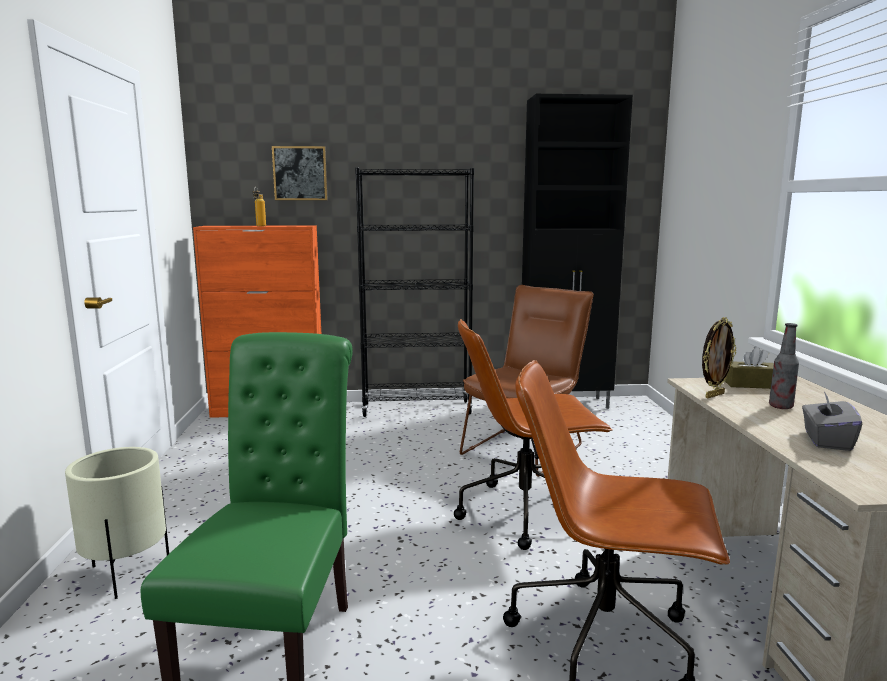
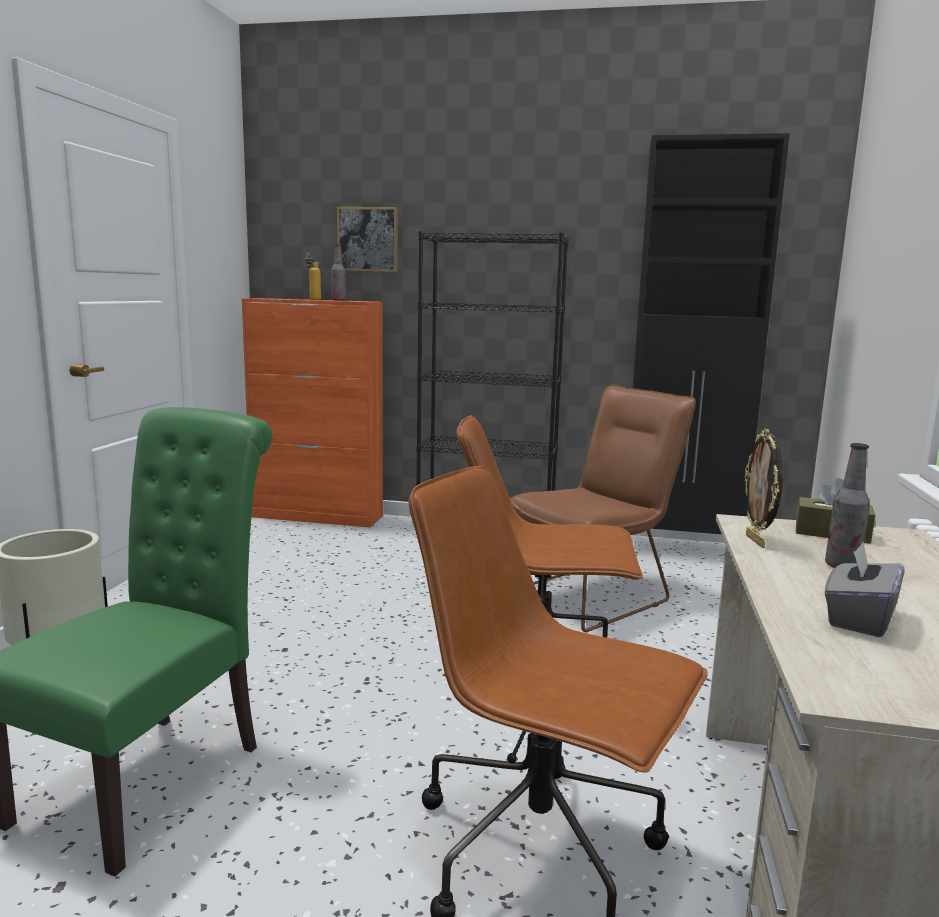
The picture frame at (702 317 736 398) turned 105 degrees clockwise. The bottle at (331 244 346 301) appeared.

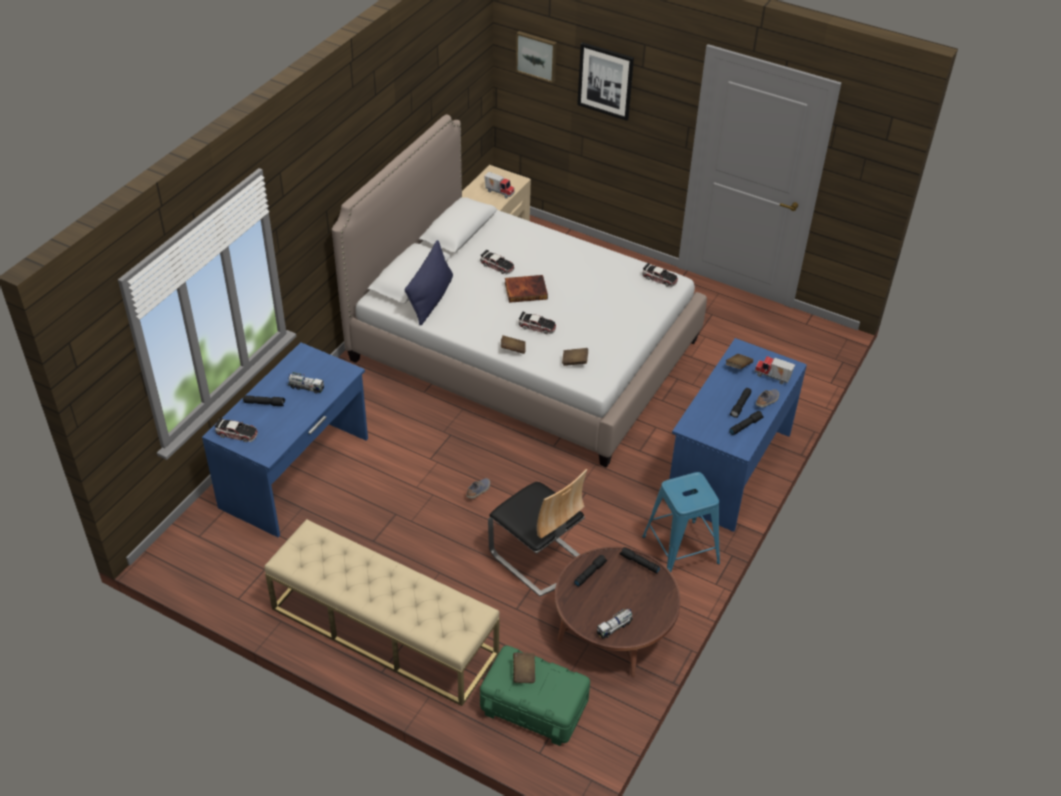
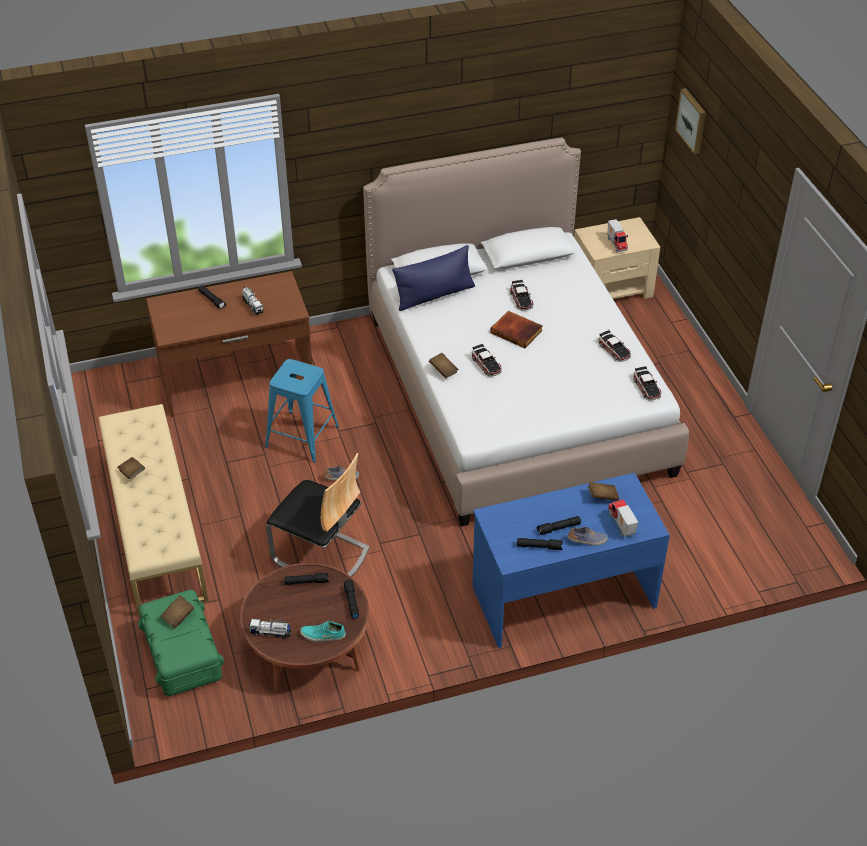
The picture at (577 42 634 121) disappeared. The blue desk at (202 342 368 537) became the brown desk at (146 271 312 417). The brown book moved from (562 348 588 366) to (117 457 145 480). The toy car moved from (215 418 258 442) to (599 330 631 362). The chair at (488 469 587 597) turned 60 degrees counterclockwise. The blue stool moved from (642 472 720 572) to (265 359 339 463). The turquoise shoe at (300 621 346 642) appeared.

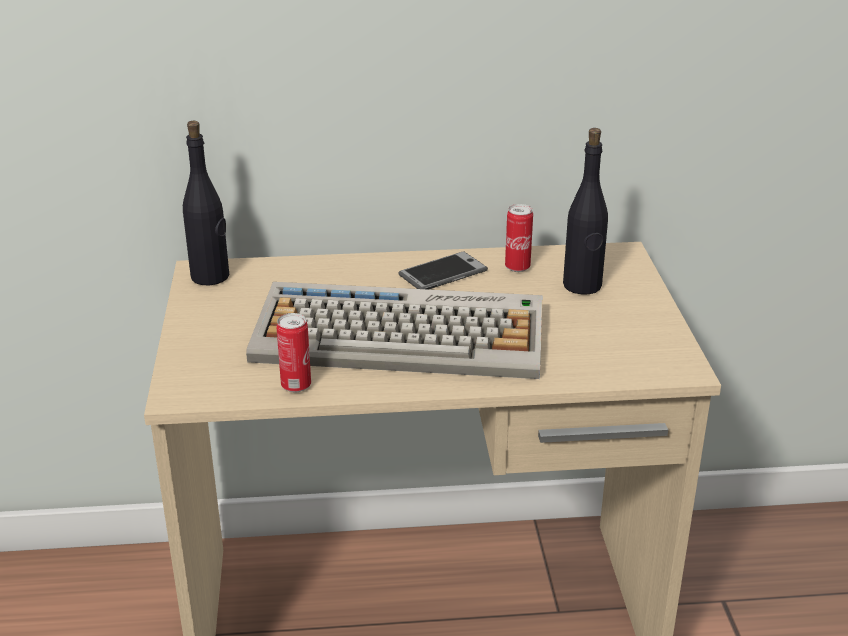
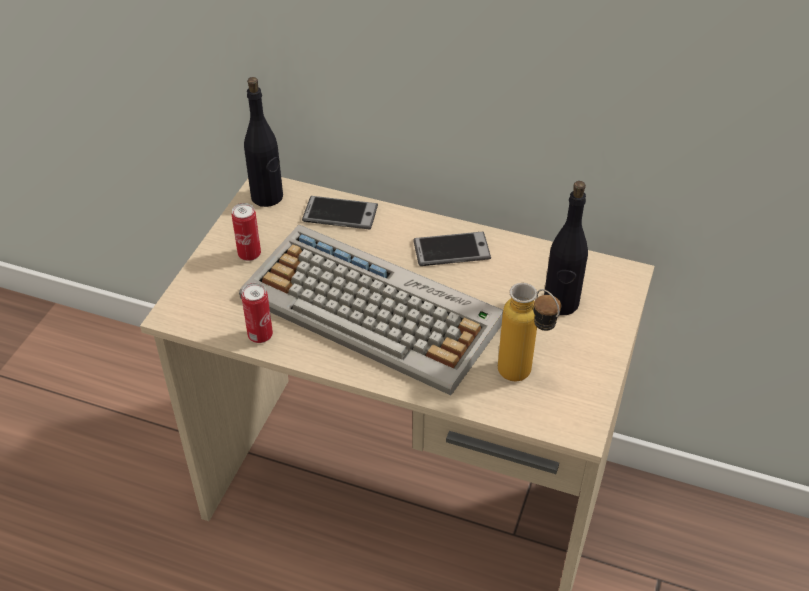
The can moved from (505 204 533 272) to (232 203 261 261). The phone at (302 196 378 230) appeared. The bottle at (498 283 561 381) appeared.

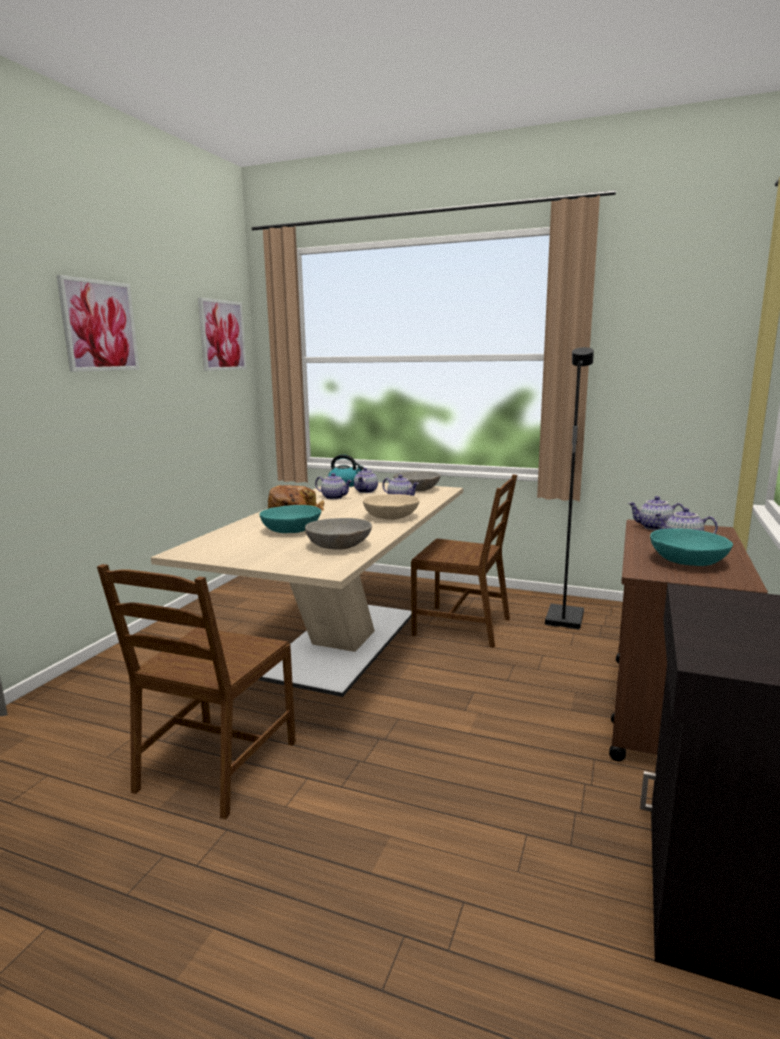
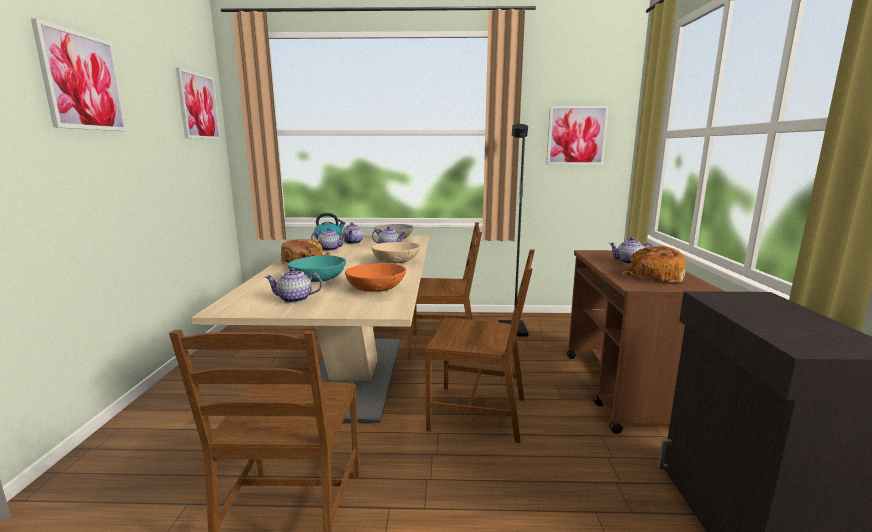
The teapot moved from (628 496 684 530) to (265 268 322 303). The grey bowl at (305 518 372 550) became the orange bowl at (345 263 406 292). The turquoise bowl at (650 528 733 566) was replaced by the bread at (623 246 686 282). The picture at (546 106 609 165) appeared. The brown chair at (425 249 535 443) appeared.

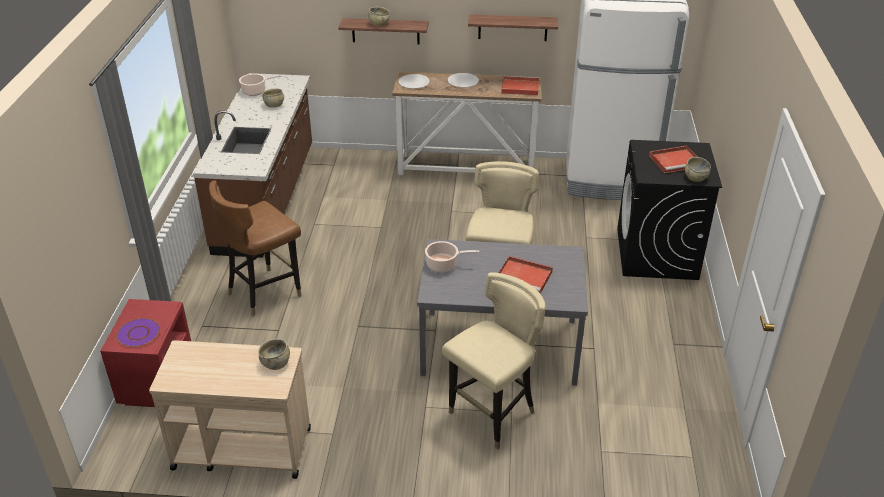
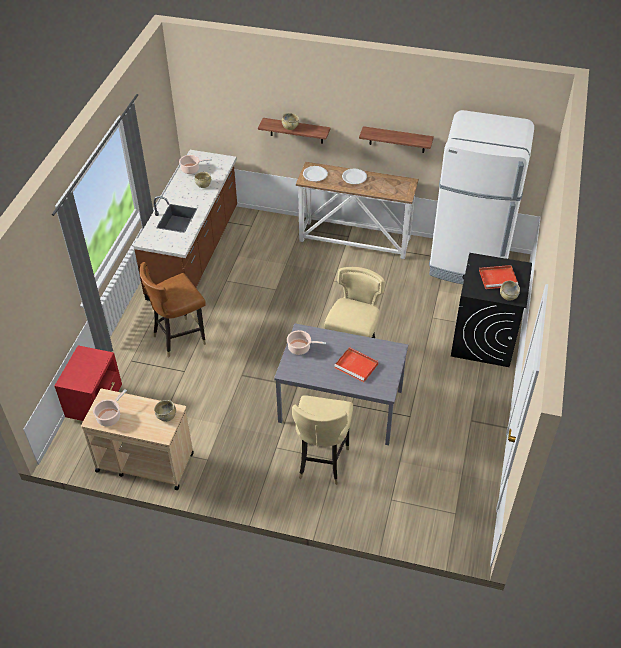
The red tray at (501 76 539 96) disappeared. The beige chair at (442 272 545 450) turned 135 degrees clockwise. The purple plate at (116 318 160 347) disappeared. The cooking pot at (93 389 127 426) appeared.

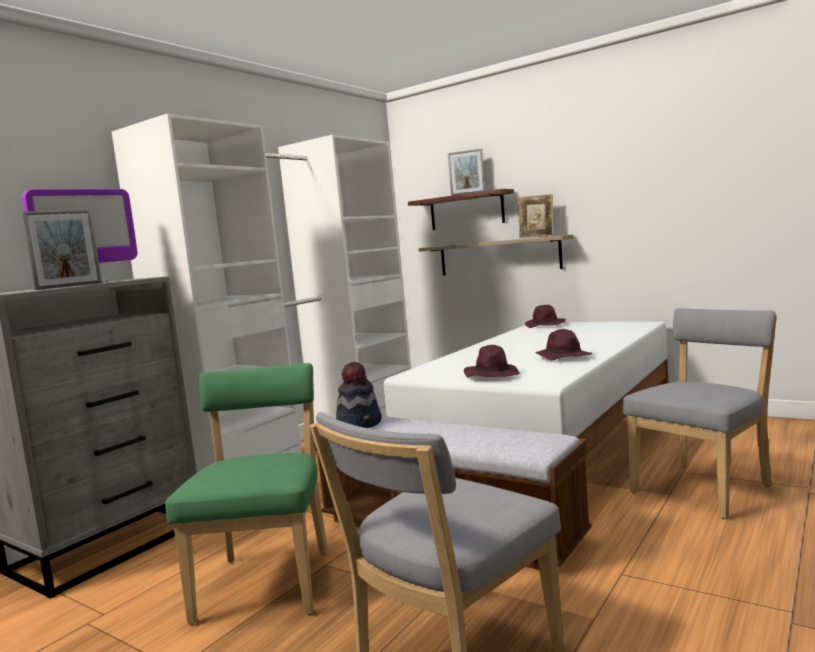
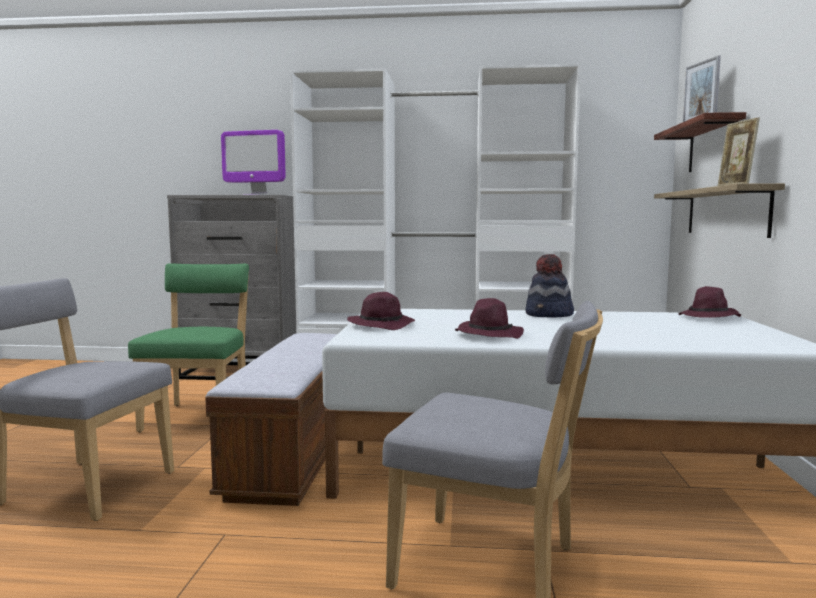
The picture frame at (21 210 102 290) disappeared. The hat moved from (336 362 382 428) to (525 254 574 318). The green chair at (165 363 328 624) turned 60 degrees counterclockwise.

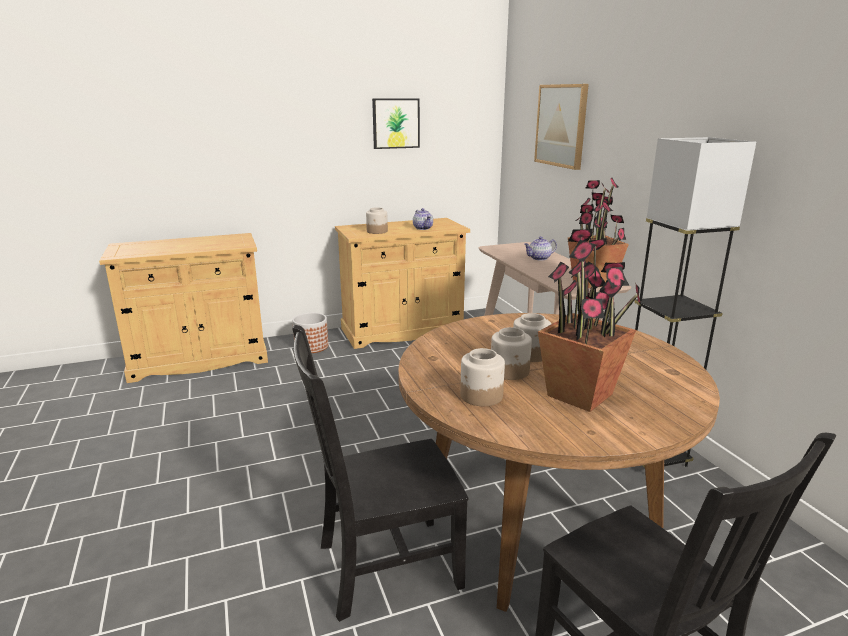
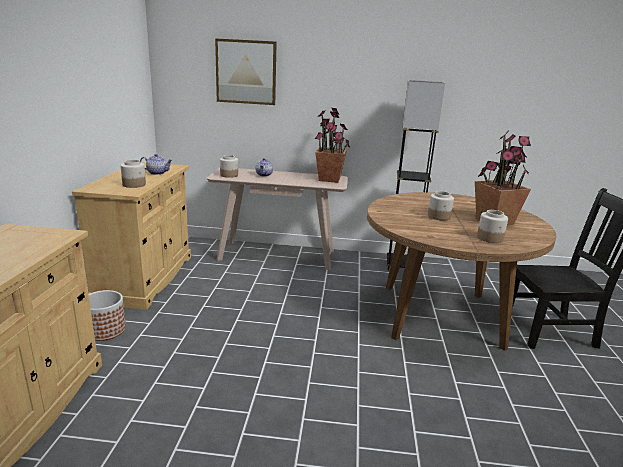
The picture at (372 98 420 149) disappeared. The black chair at (292 325 468 622) disappeared. The jar moved from (491 327 532 380) to (220 155 238 178).

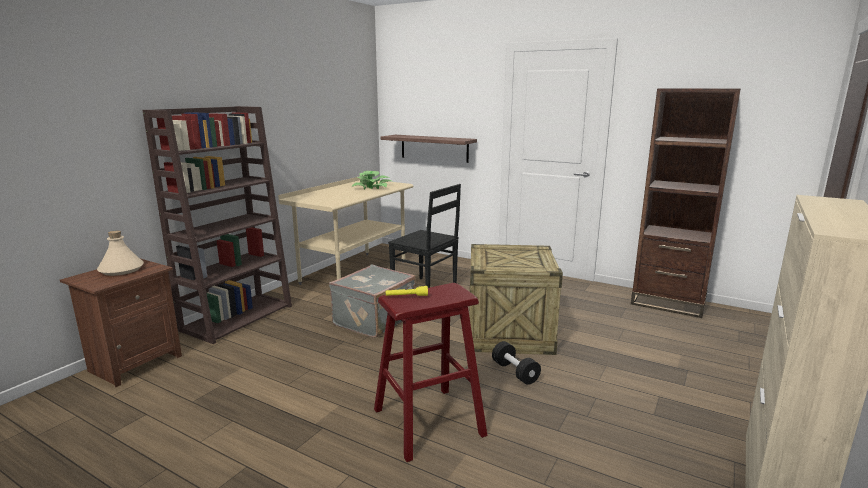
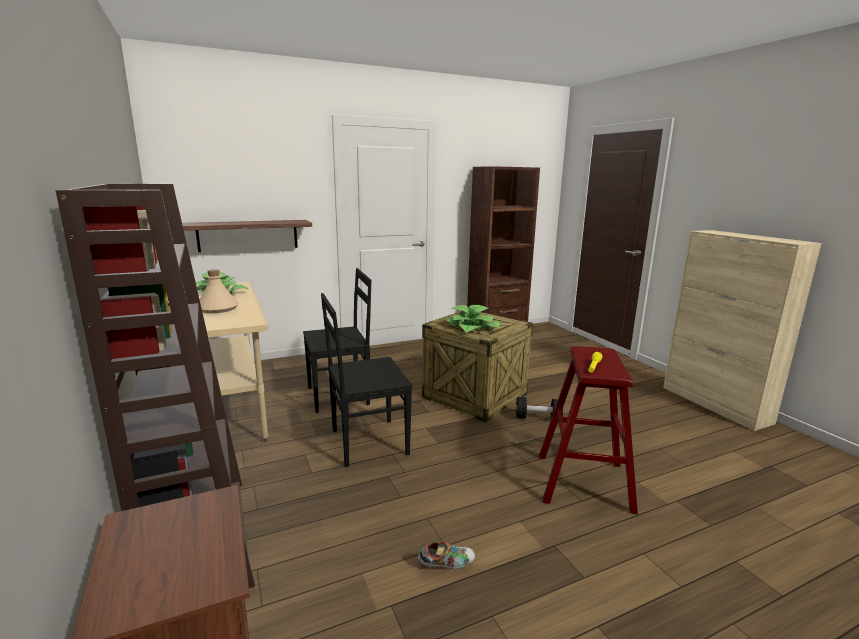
The beige bottle moved from (97 230 144 276) to (200 269 239 313). The grey suitcase at (329 264 416 338) was replaced by the black chair at (321 293 413 467). The potted plant at (446 305 500 333) appeared. The shoe at (418 542 475 569) appeared.

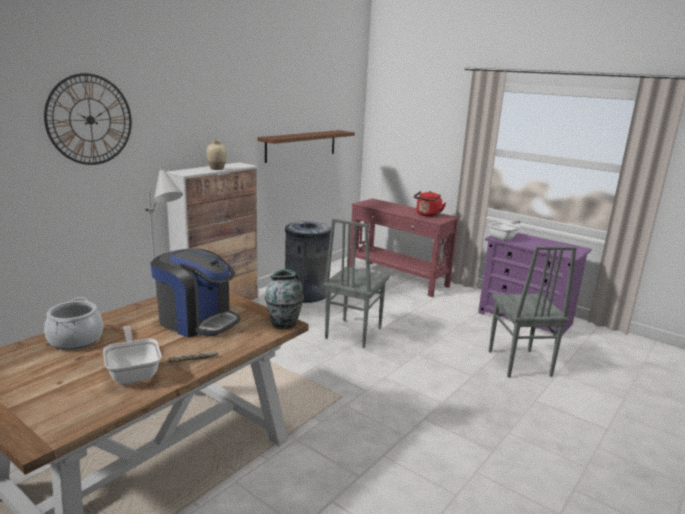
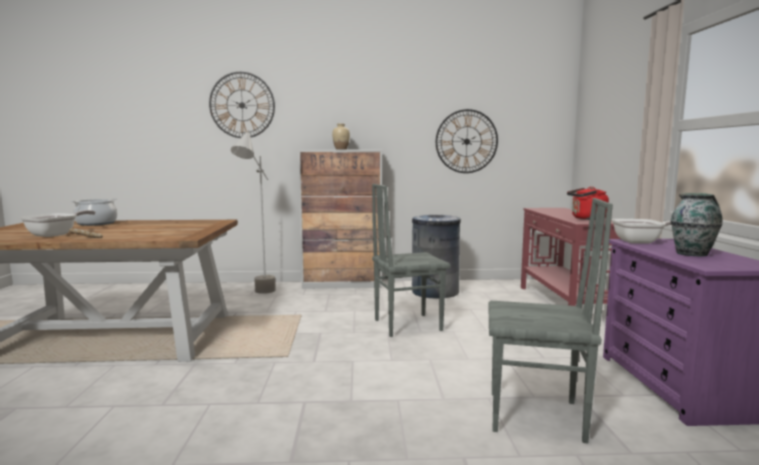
The brown shelf at (257 130 355 163) was replaced by the wall clock at (436 109 498 173). The grey chair at (489 246 577 378) turned 120 degrees counterclockwise. The coffee machine at (150 249 241 338) disappeared. The vase moved from (265 269 304 329) to (670 193 723 256).

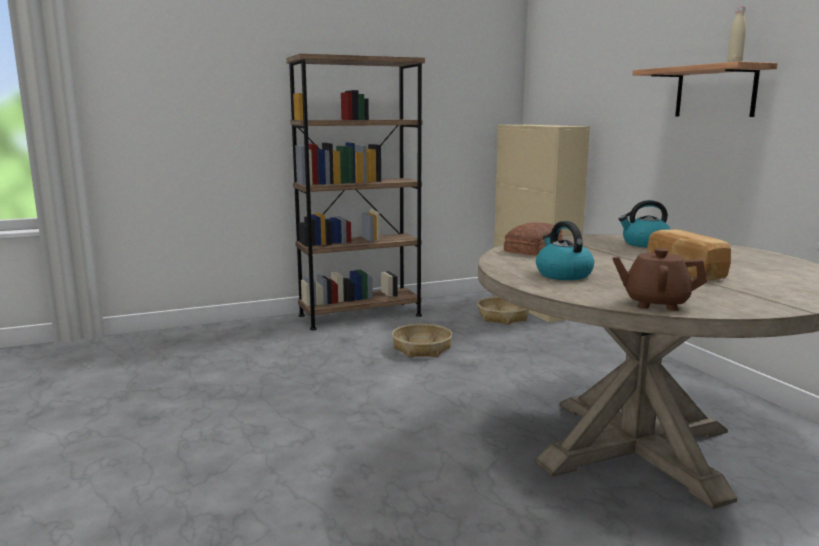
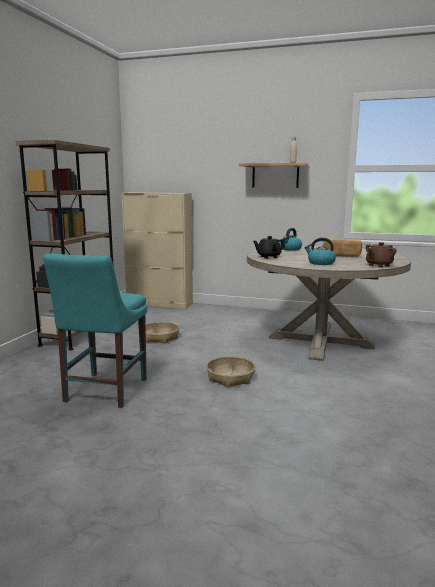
The bread at (504 222 563 256) was replaced by the black teapot at (253 236 285 259). The basket moved from (477 297 529 325) to (206 356 255 388). The turquoise chair at (43 253 147 408) appeared.

